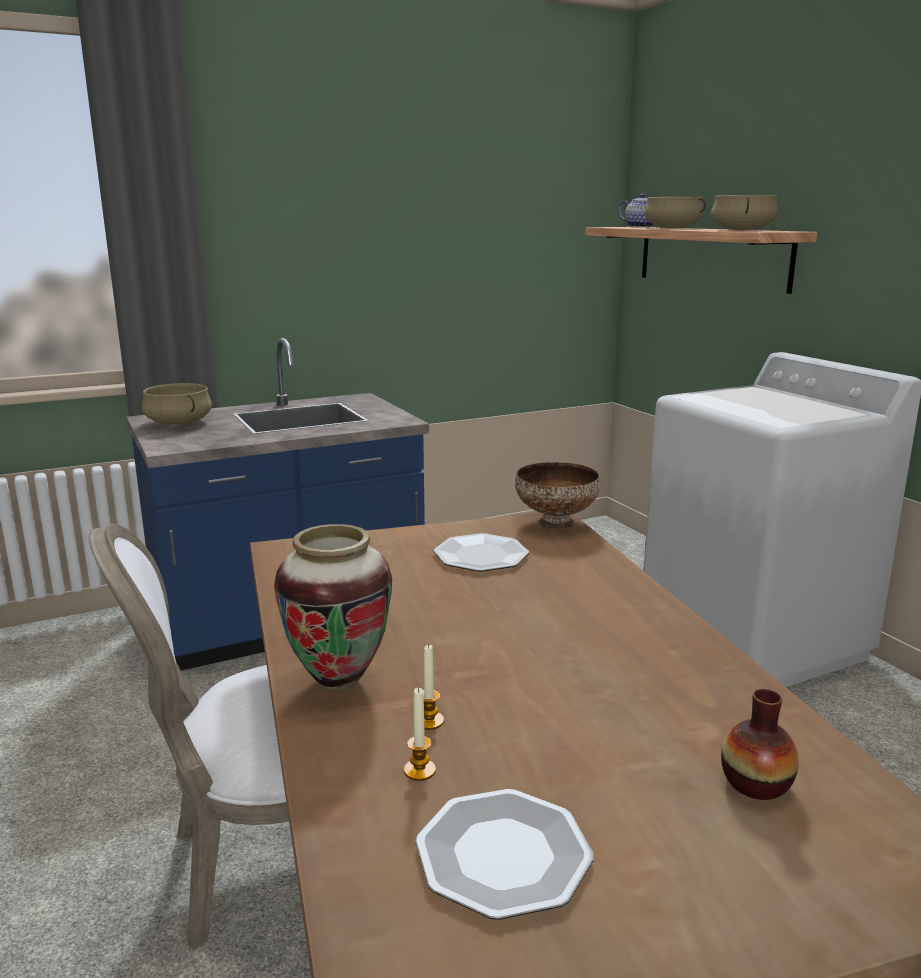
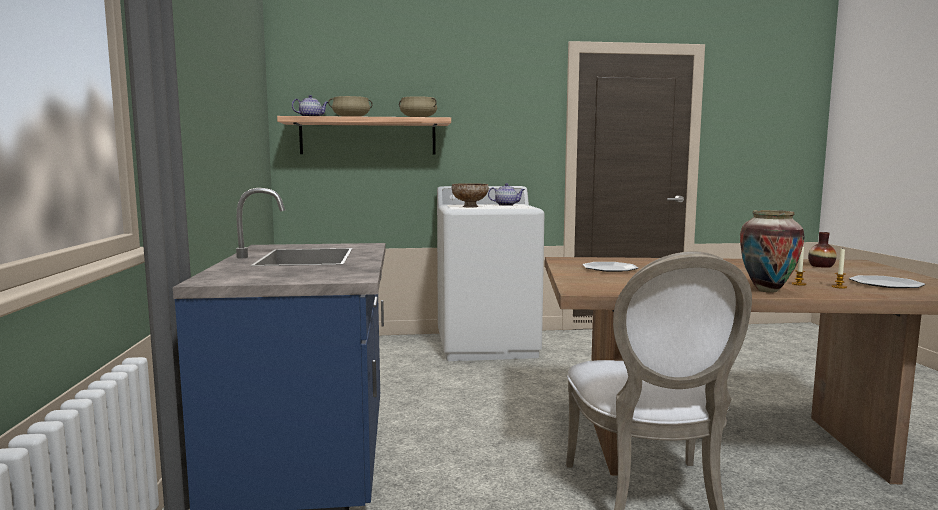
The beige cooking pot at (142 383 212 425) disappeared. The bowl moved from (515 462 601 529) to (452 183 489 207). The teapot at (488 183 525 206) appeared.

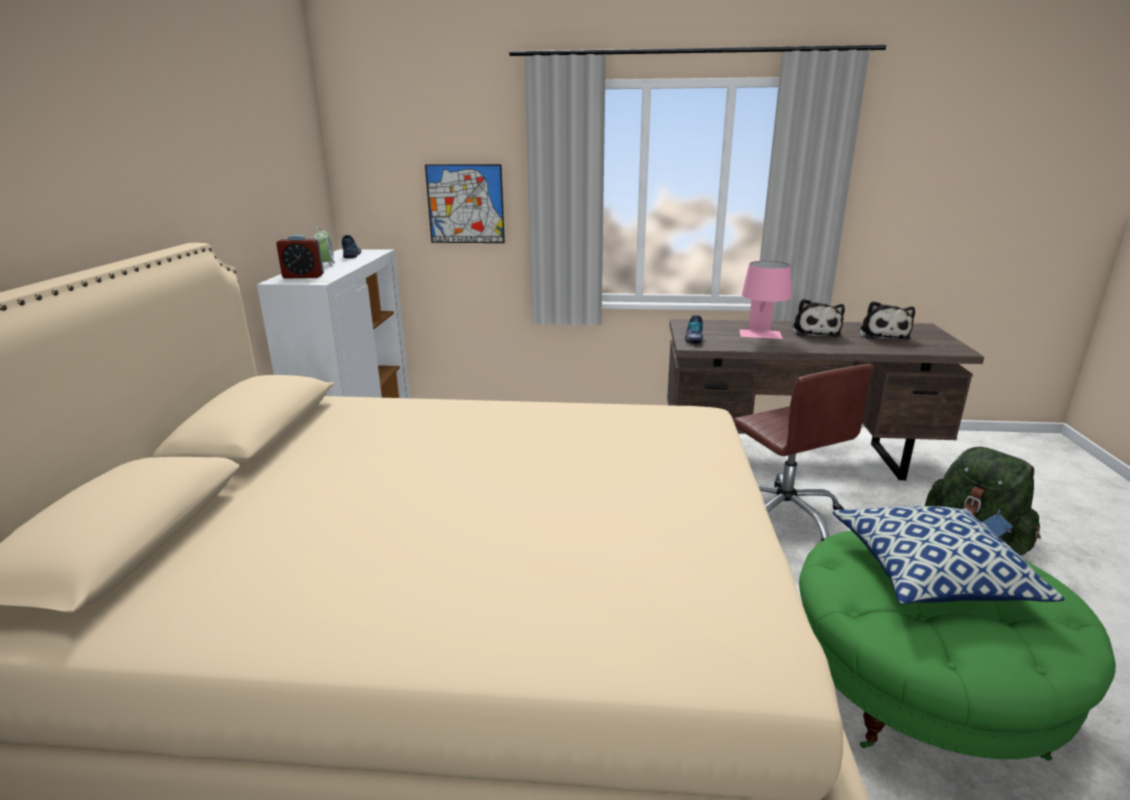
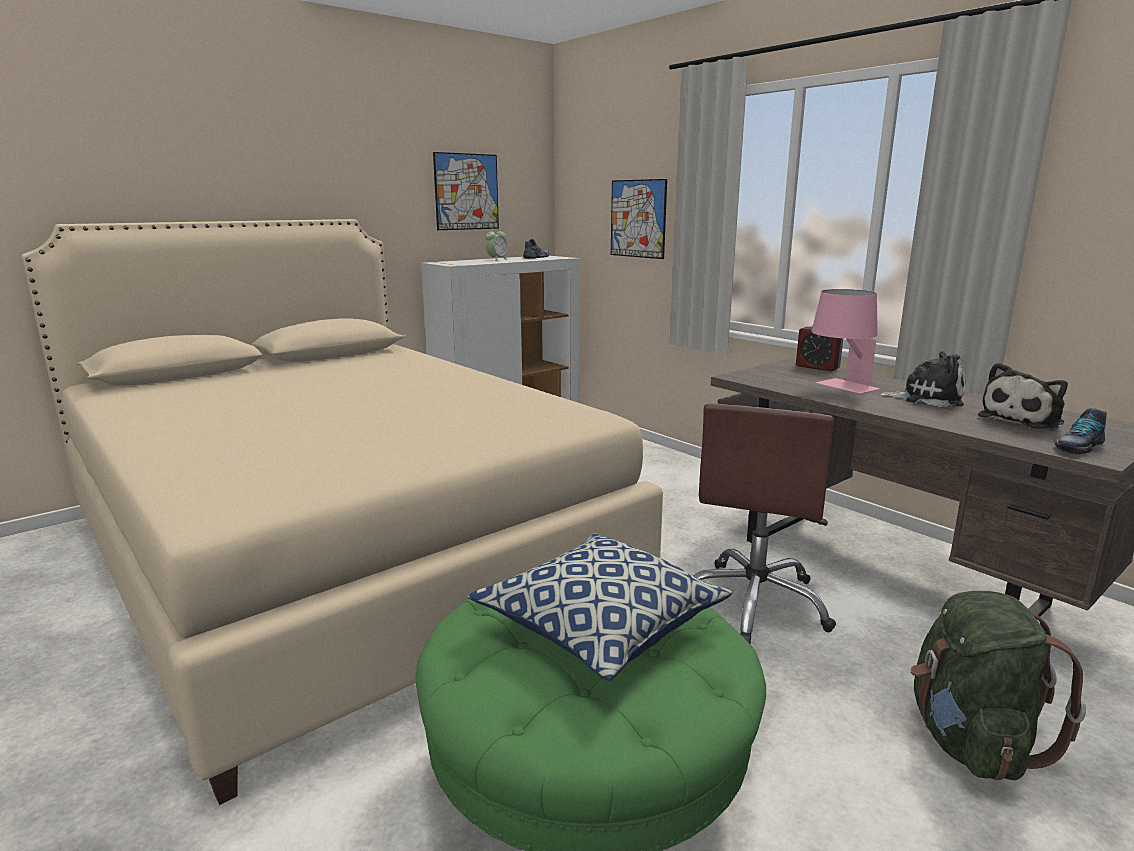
The alarm clock moved from (276 235 324 279) to (796 326 843 371). The plush toy at (792 299 845 337) turned 120 degrees counterclockwise. The shoe moved from (685 315 703 344) to (1054 408 1107 454). The picture at (433 152 499 230) appeared.

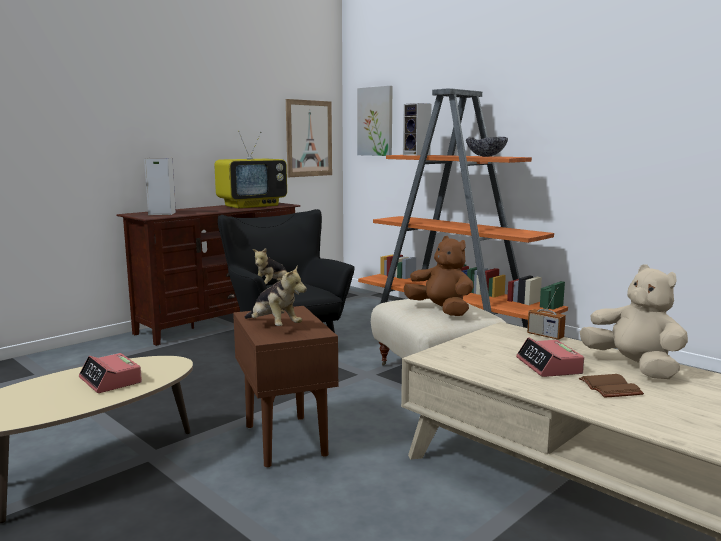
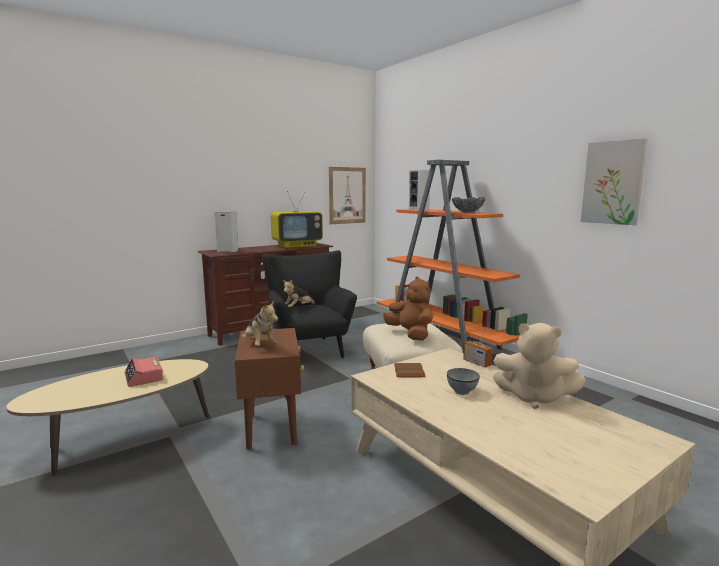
The picture moved from (357 86 393 156) to (581 138 648 225). The beige plush toy at (580 264 688 379) turned 135 degrees clockwise. The alarm clock at (516 337 584 377) was replaced by the grey bowl at (447 368 480 395). The brown book moved from (579 374 644 398) to (394 363 426 377).

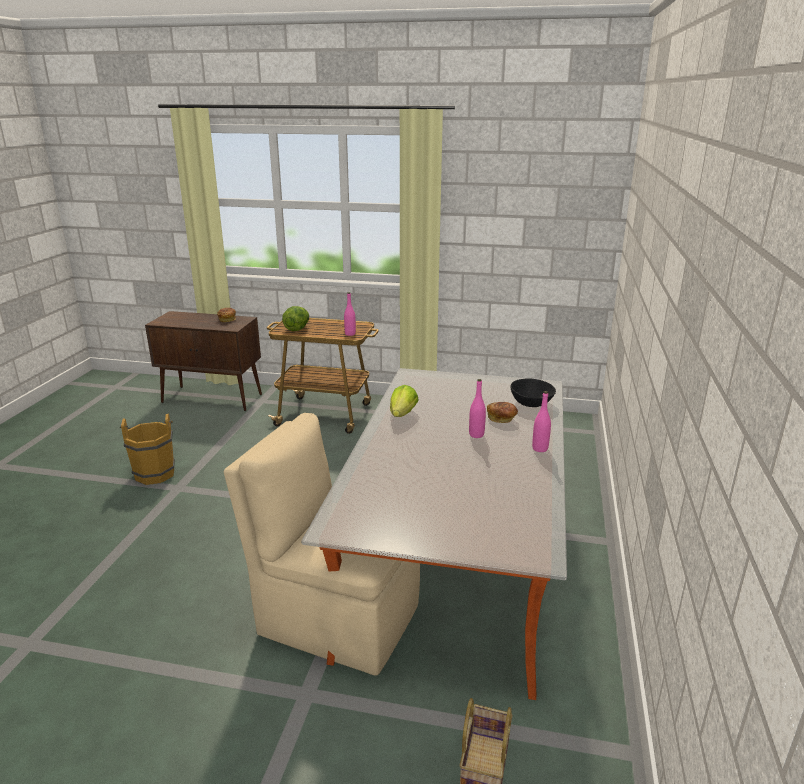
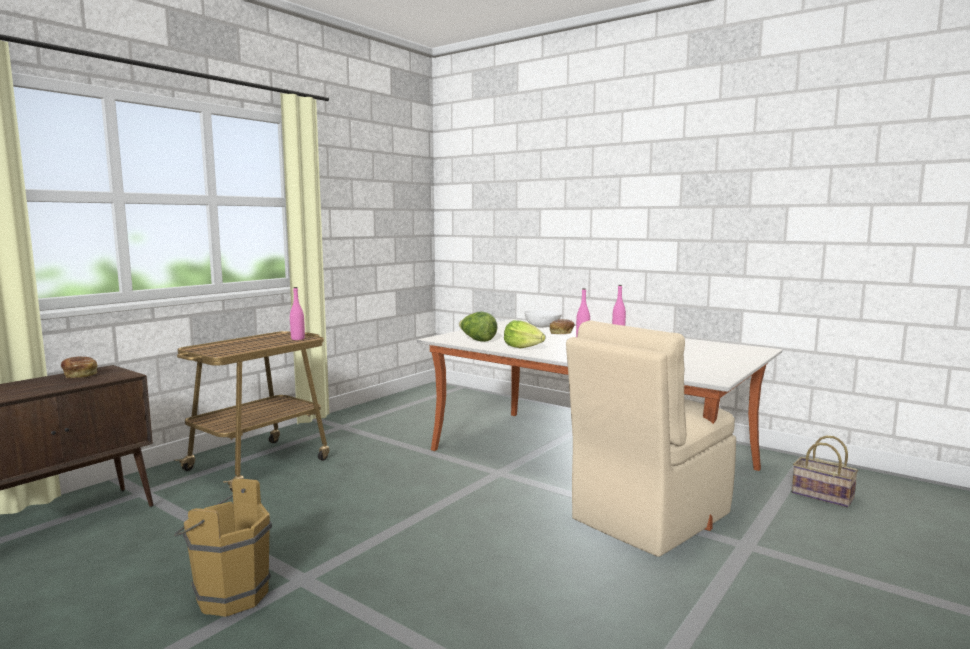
The lettuce moved from (282 306 309 331) to (459 311 498 342). The black bowl at (510 378 556 407) became the white bowl at (524 310 562 327).

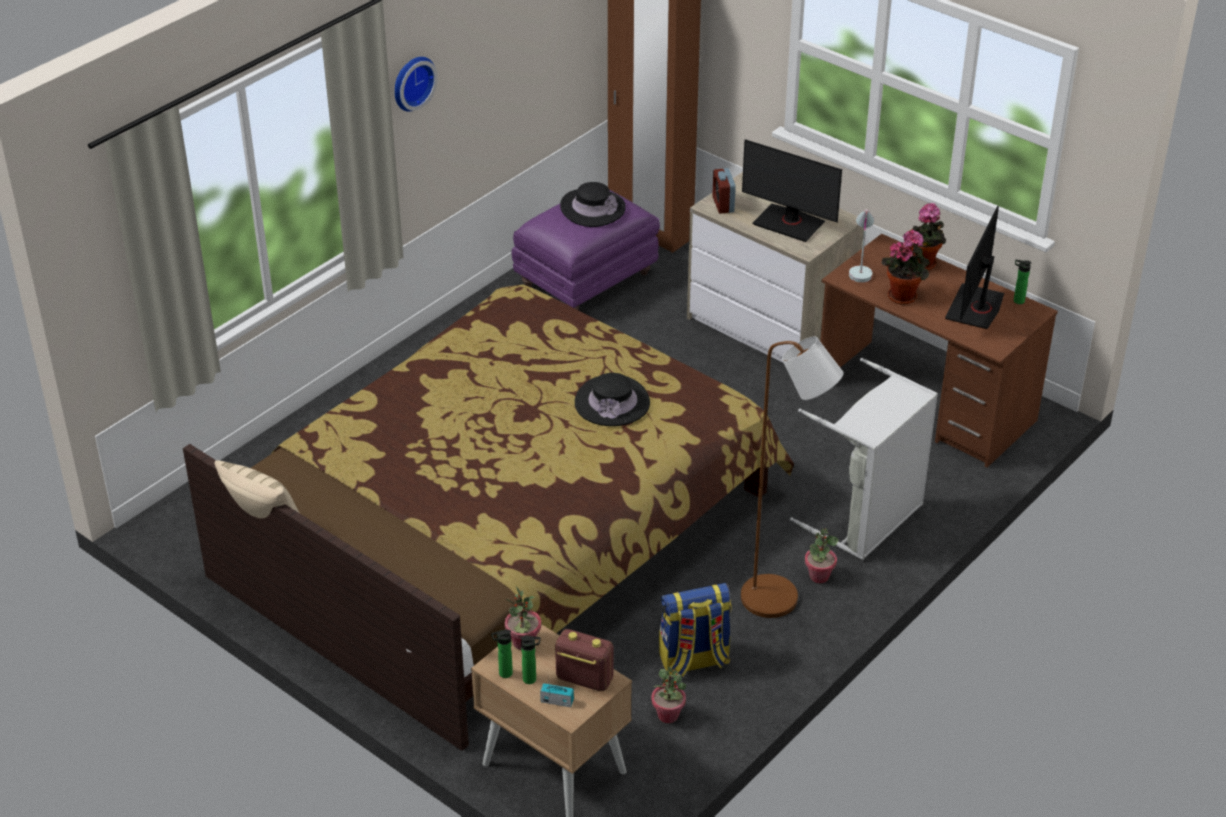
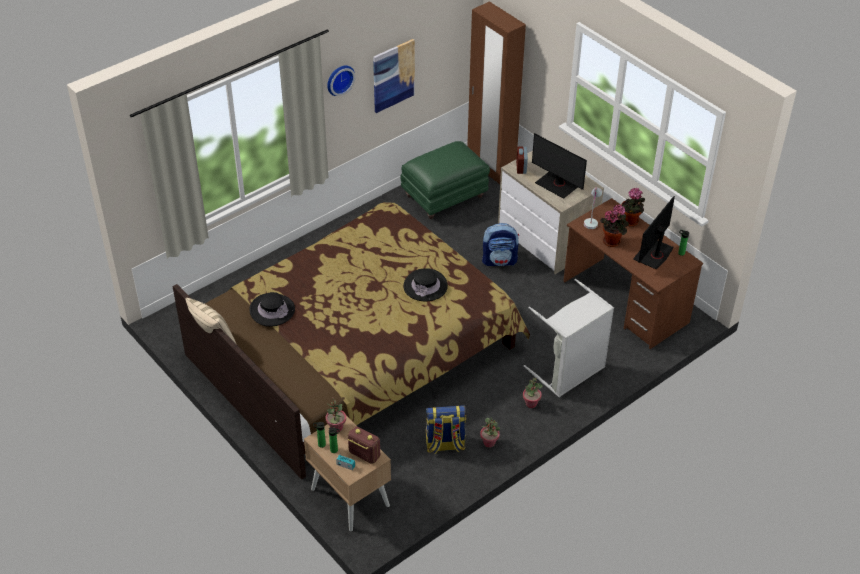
The black hat moved from (560 182 626 227) to (249 292 295 327). The purple ottoman at (512 190 660 310) became the green ottoman at (400 141 490 219). The brown floor lamp at (741 336 844 618) disappeared. The potted plant moved from (651 666 686 723) to (480 417 500 448). The picture at (373 39 415 113) appeared. The backpack at (482 223 519 266) appeared.

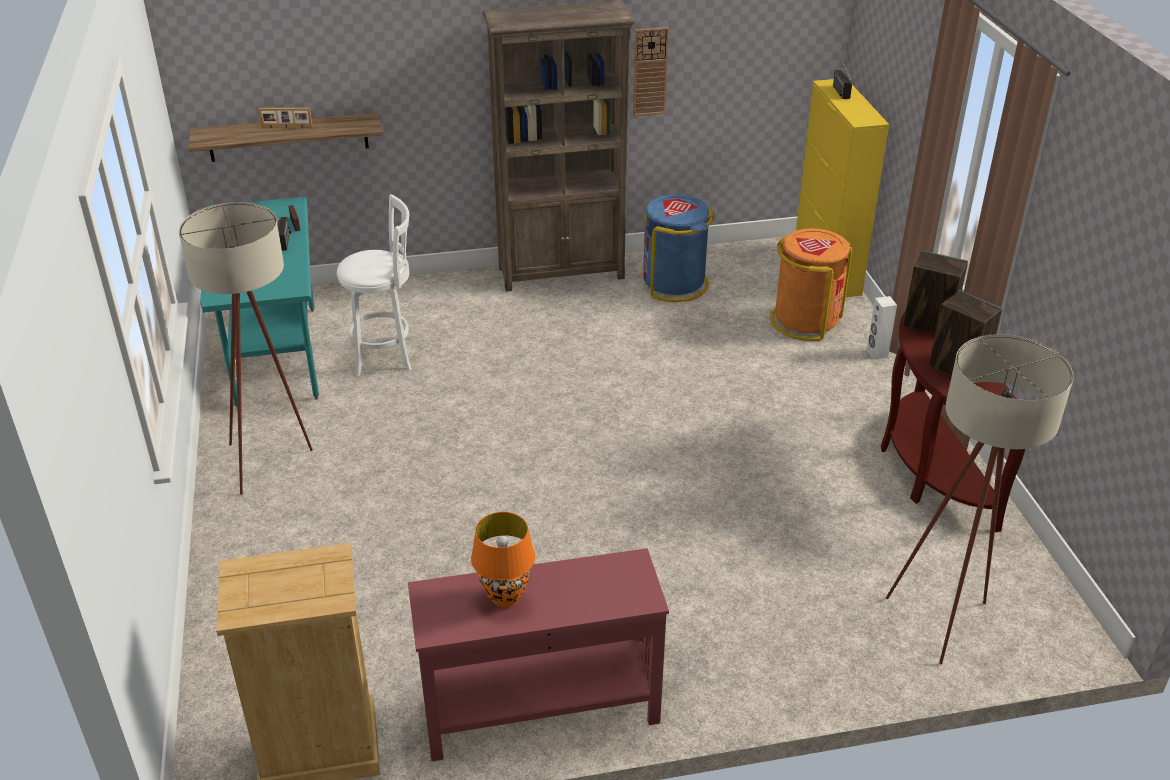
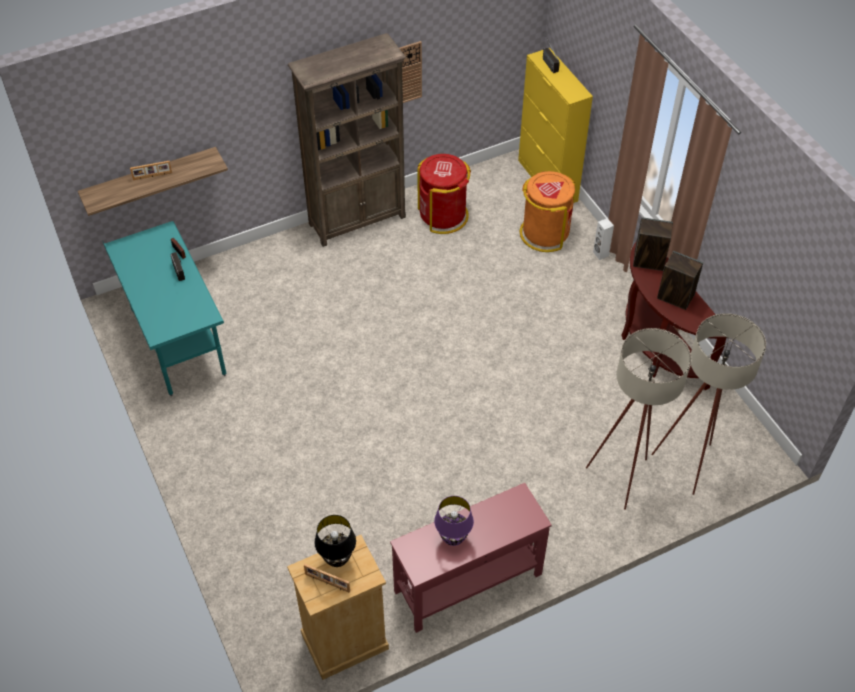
The white stool at (337 194 412 376) disappeared. The blue trash can at (643 194 715 302) became the red trash can at (417 154 471 234). The beige floor lamp moved from (179 202 313 495) to (586 328 692 510). The orange table lamp at (471 512 535 607) became the purple table lamp at (434 496 474 546). The black table lamp at (315 515 356 567) appeared. The picture frame at (304 564 350 593) appeared.

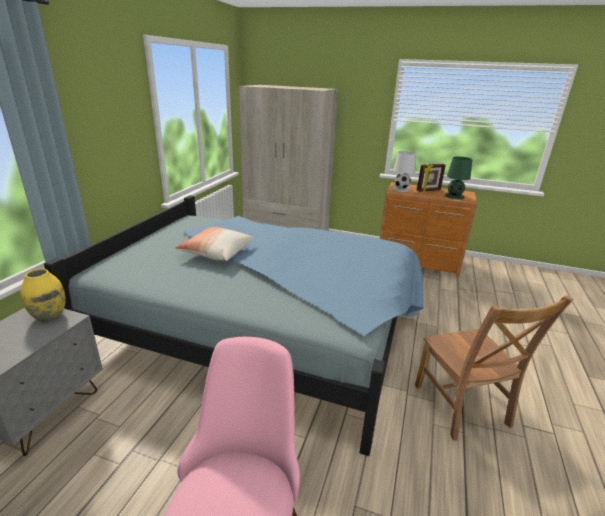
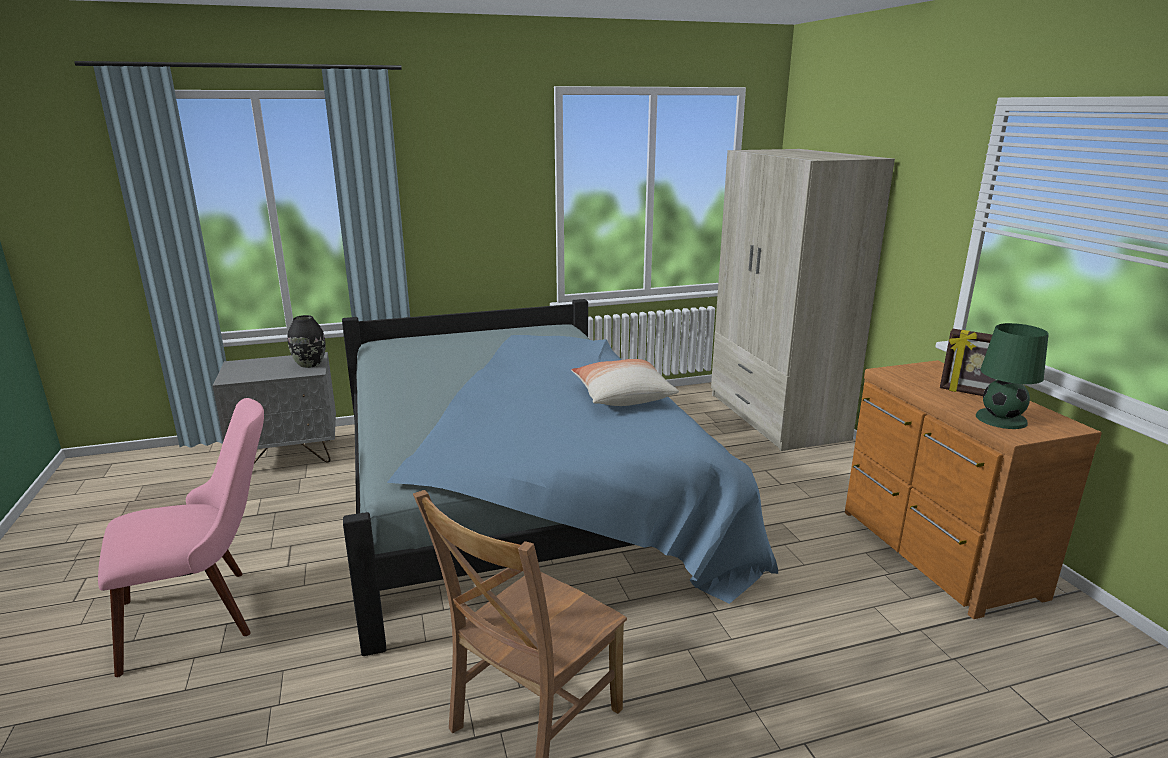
The white table lamp at (392 151 416 192) disappeared. The pillow moved from (175 227 253 261) to (571 359 679 406). The yellow vase at (20 269 66 322) became the black vase at (288 315 326 368).

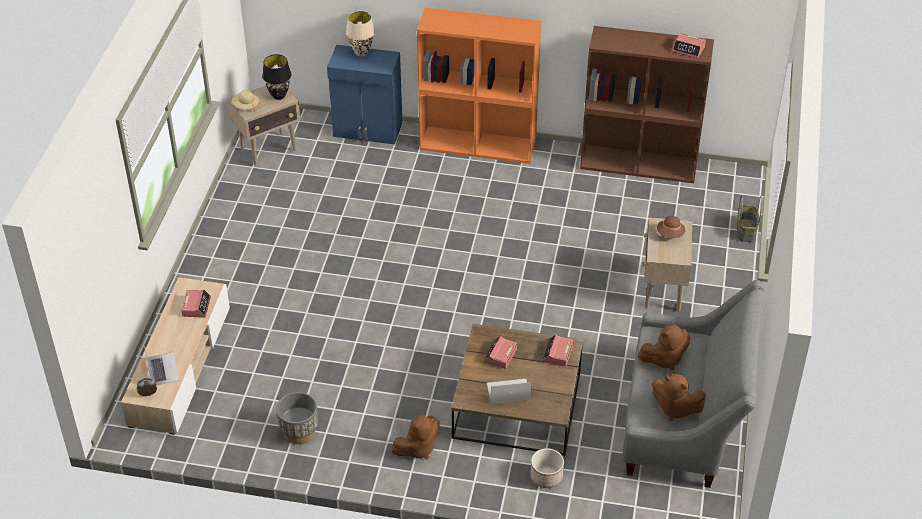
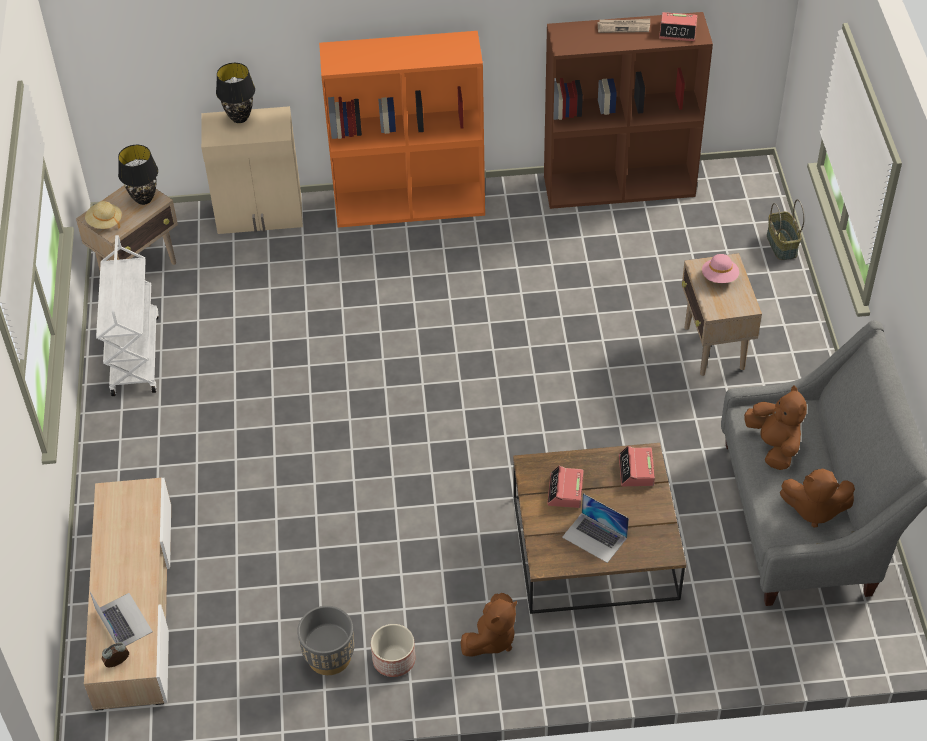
The beige table lamp at (346 11 375 57) became the black table lamp at (216 63 255 123). The blue cabinet at (327 45 402 144) became the beige cabinet at (201 106 303 234). The brown hat at (657 216 685 238) became the pink hat at (702 254 739 283). The alarm clock at (181 289 211 318) disappeared. The brown plush toy at (638 325 690 371) turned 75 degrees counterclockwise. The laptop at (487 379 532 404) turned 120 degrees counterclockwise. The planter moved from (530 448 564 488) to (371 624 416 677). The newspaper at (598 19 650 33) appeared. The white cart at (96 235 159 396) appeared.

